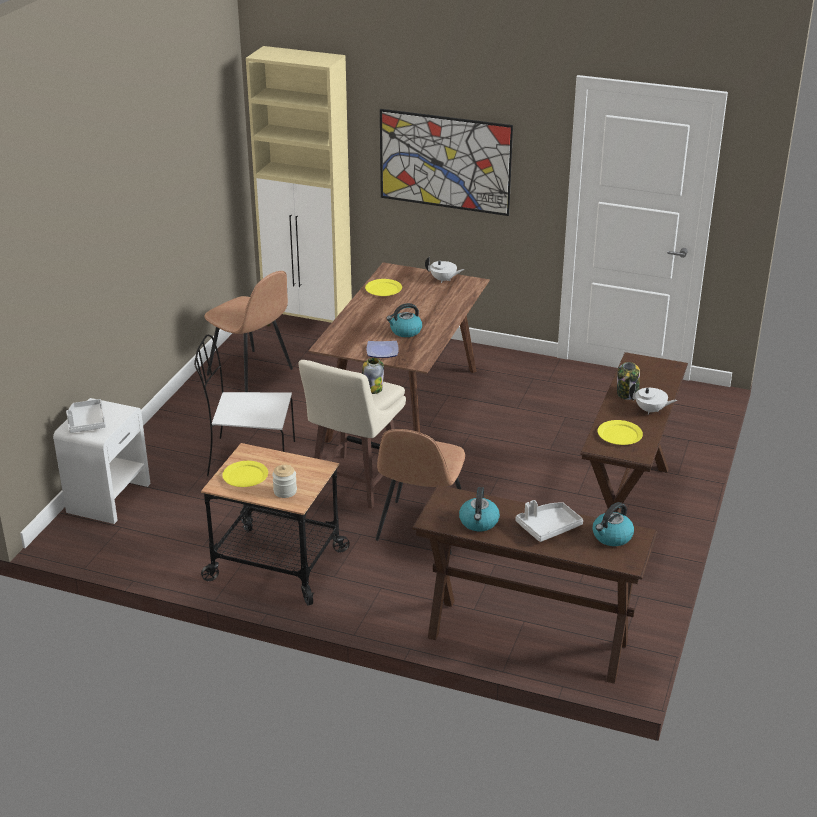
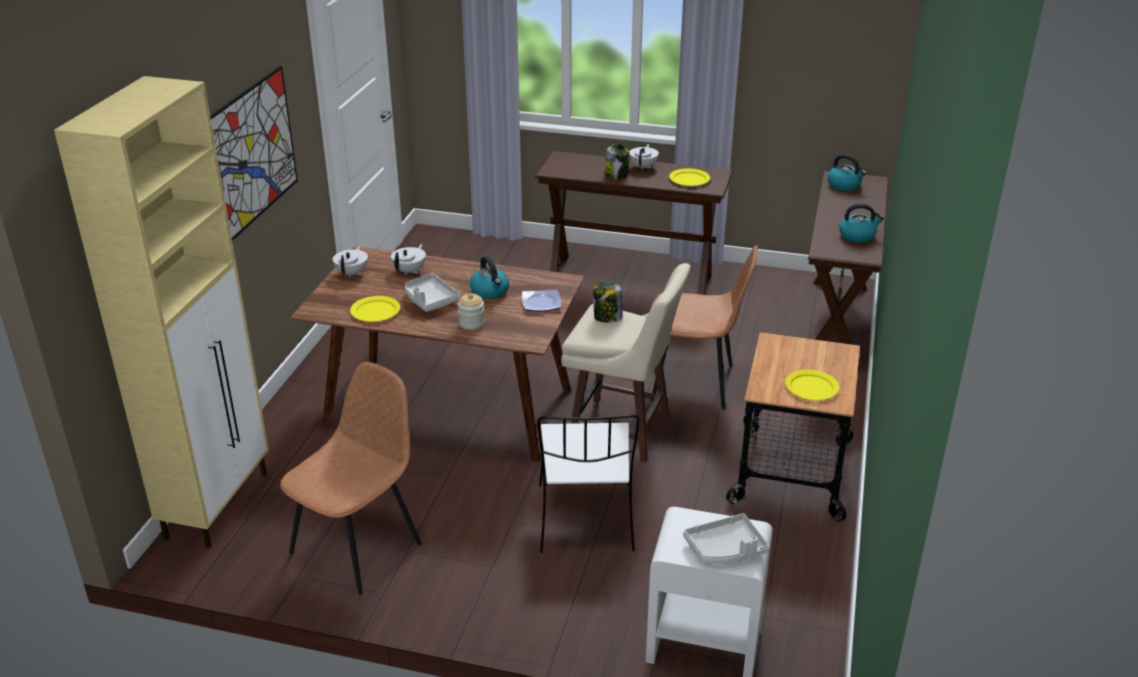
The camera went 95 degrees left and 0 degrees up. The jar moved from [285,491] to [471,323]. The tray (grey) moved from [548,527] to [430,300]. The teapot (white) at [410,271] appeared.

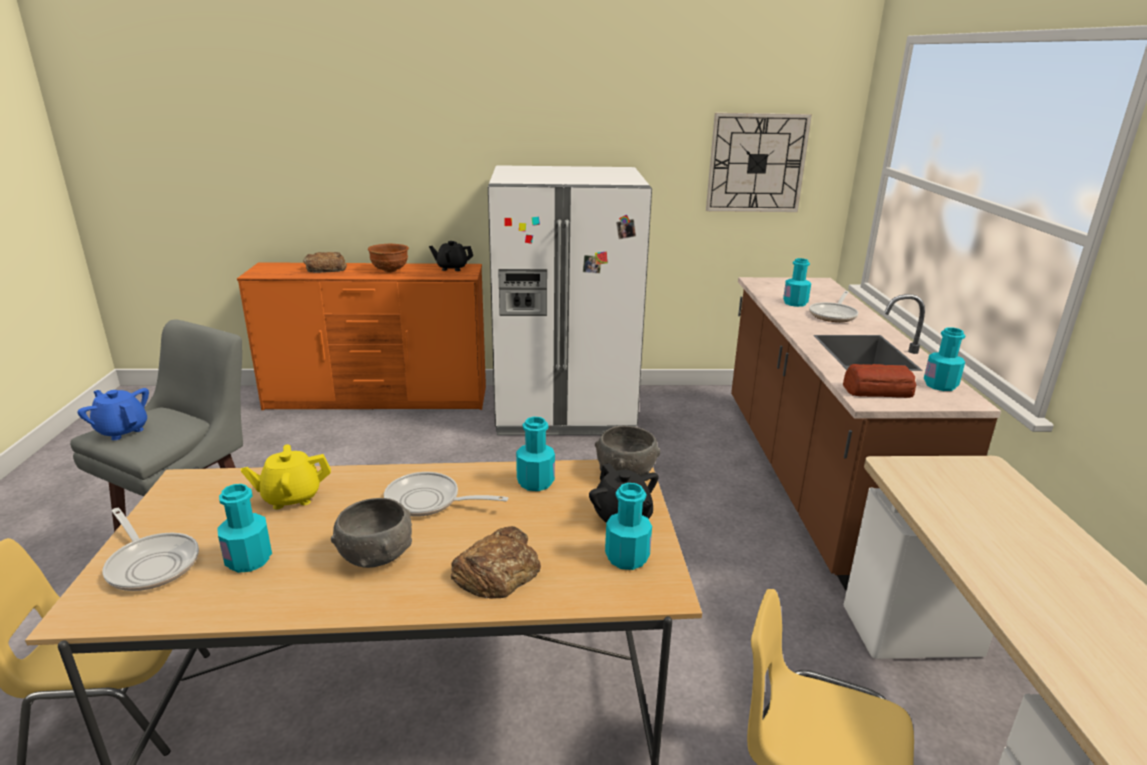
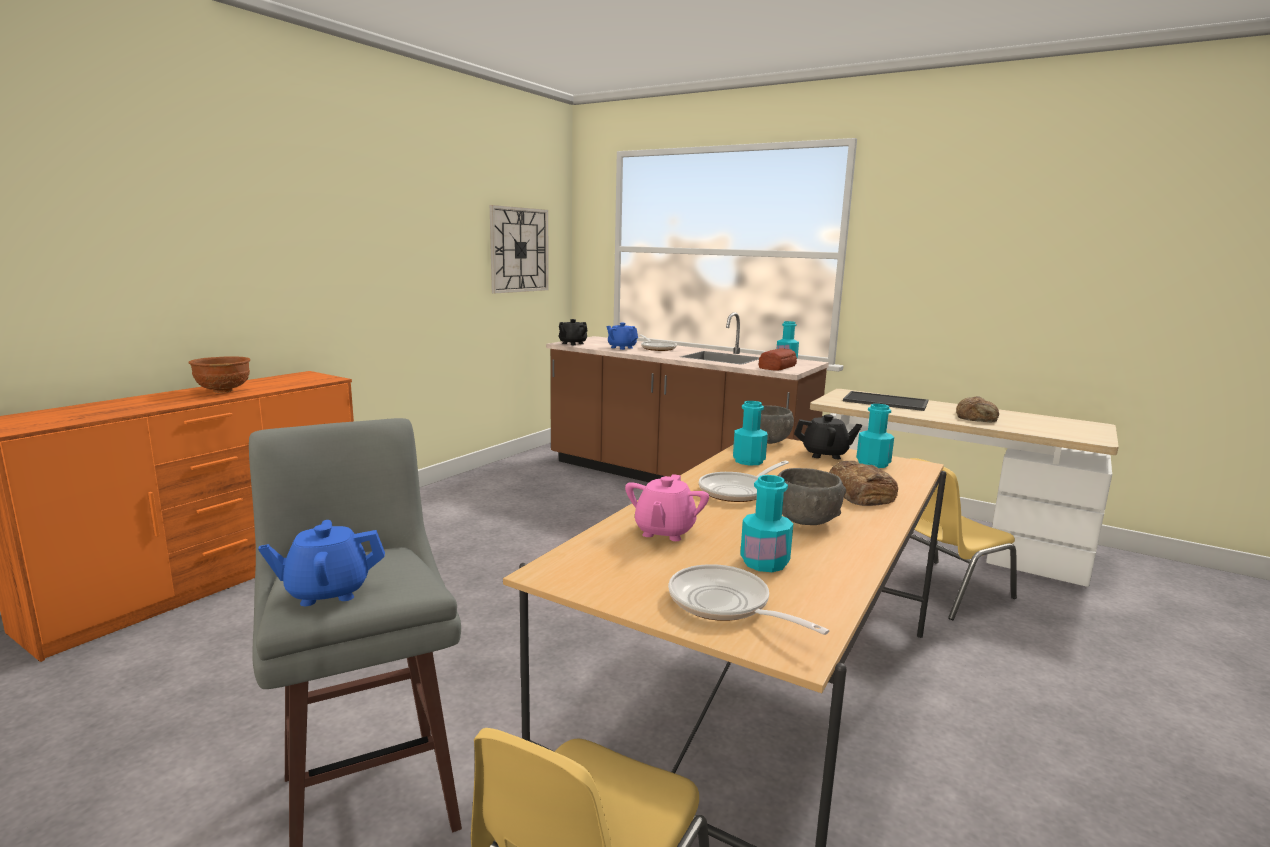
The camera went 55 degrees left and 10 degrees down. The frying pan at [151,563] turned 120 degrees counterclockwise. The teapot (yellow) at [291,497] became the teapot (pink) at [664,531]. The bread moved from [325,268] to [977,417]. The teapot (black) moved from [452,268] to [572,343]. The fridge (white) at [564,411] disappeared. The bottle (turquoise) at [795,303] was replaced by the teapot (blue) at [621,347]. The tray at [884,401] appeared.

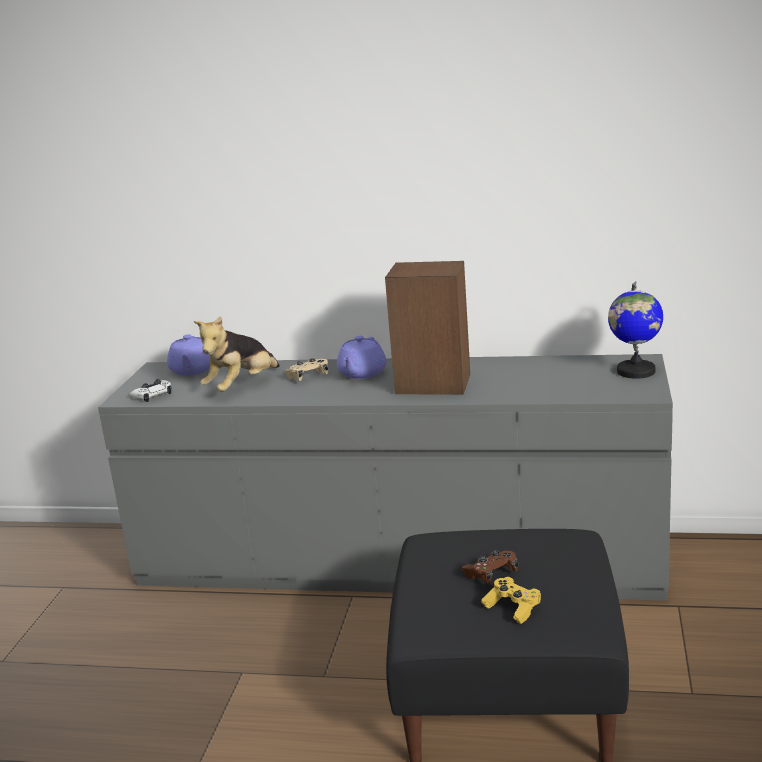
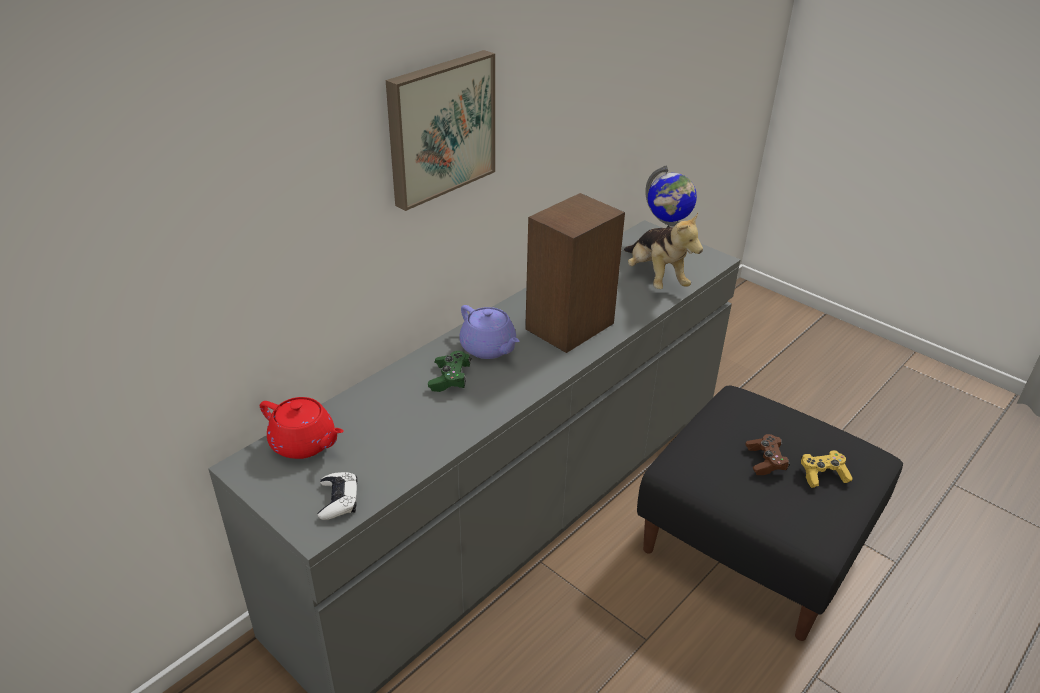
The camera went 60 degrees left and 15 degrees up. The teapot (purple) at [192,371] became the teapot (red) at [304,444]. The plush toy moved from [242,386] to [655,278]. The game controller (beige) at [308,377] became the game controller (green) at [450,379]. The picture at [439,127] appeared.

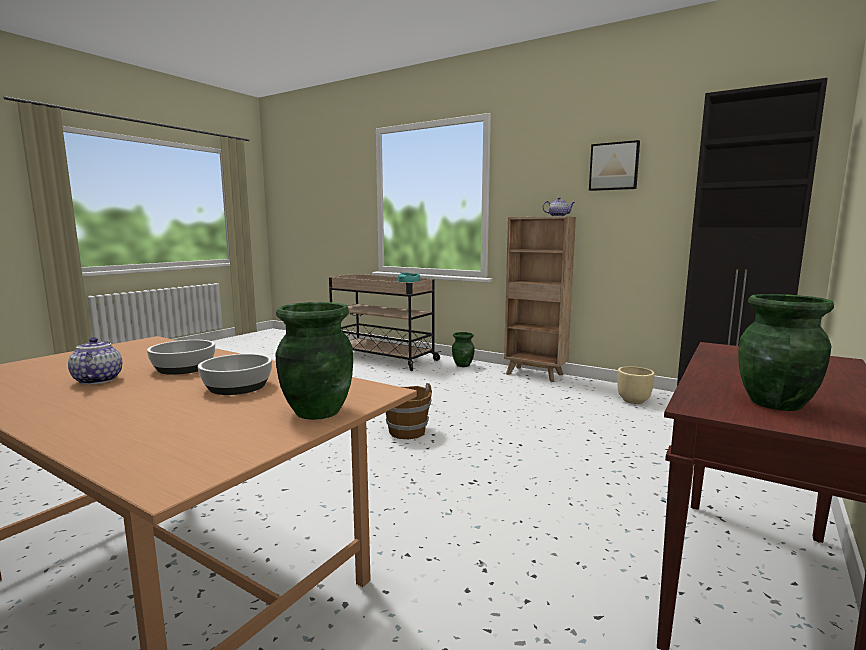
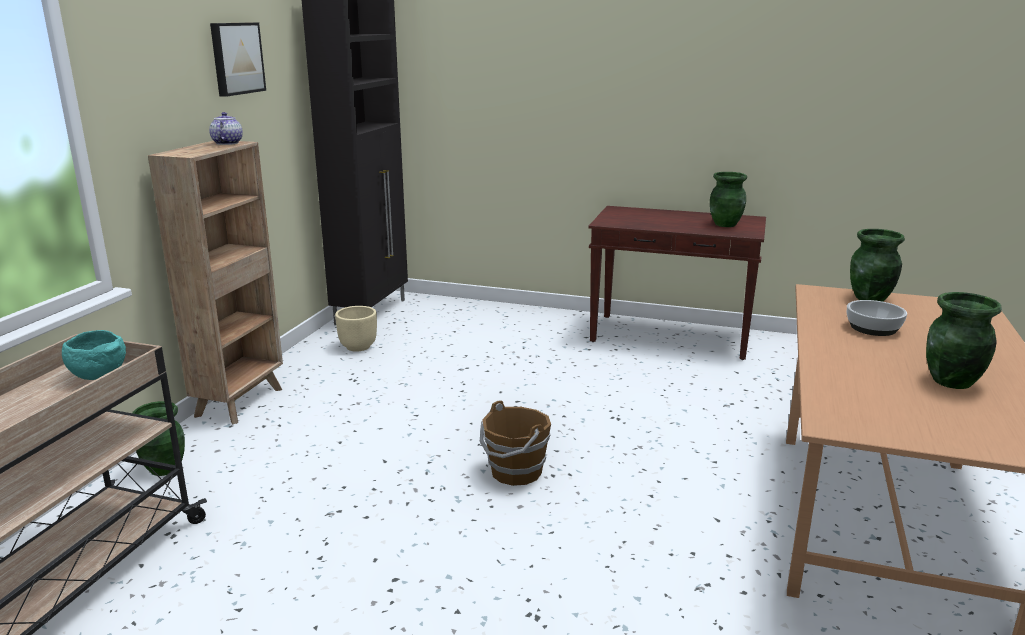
The camera went 105 degrees left and 10 degrees up. The teapot at [97,380] was replaced by the vase (green) at [952,382]. The bowl at [184,367] disappeared.

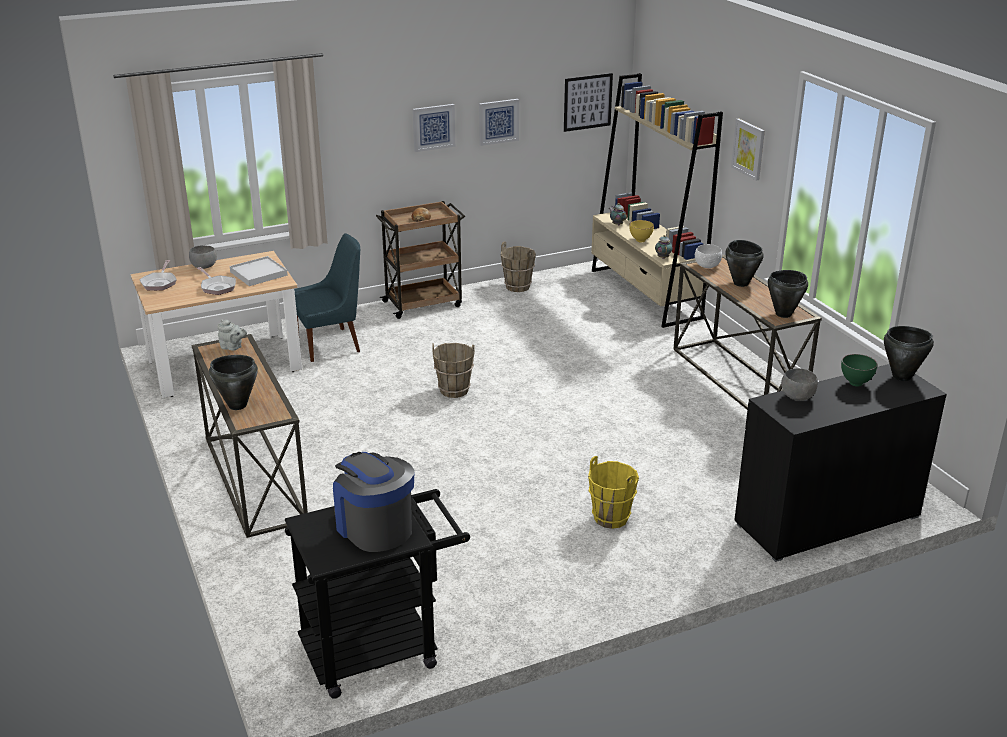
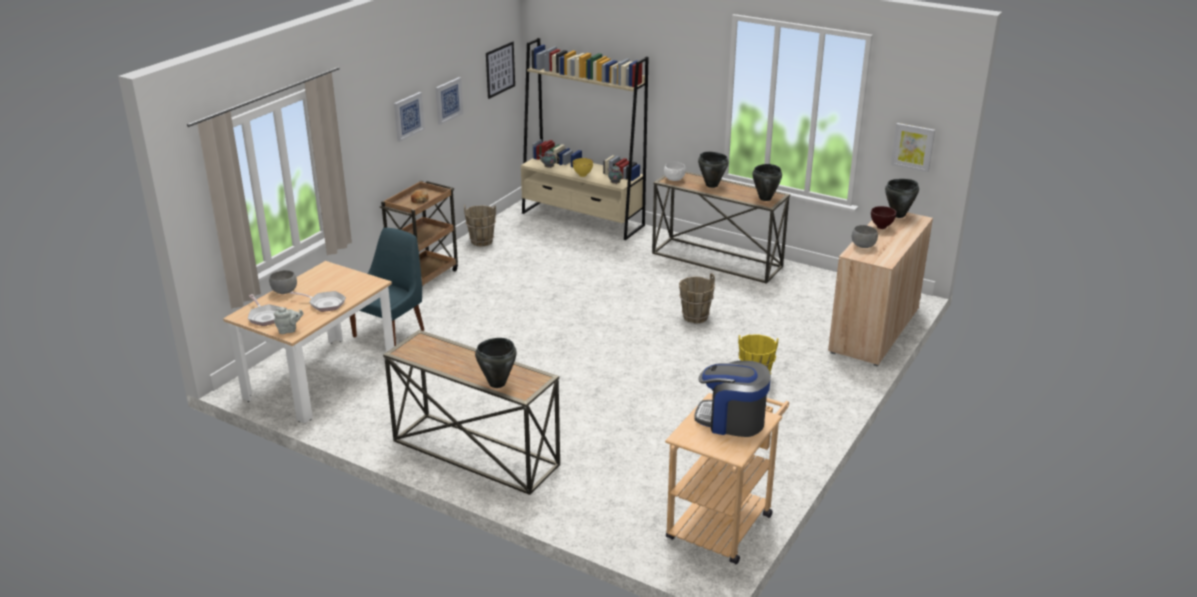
The camera went 35 degrees left and 0 degrees up. The teapot (grey) moved from [232,347] to [289,330]. The tray (white) at [258,274] disappeared. The cart (black) at [381,648] became the cart (beige) at [723,520]. The bucket (brown) moved from [454,390] to [695,317]. The picture moved from [749,149] to [913,147]. The cabinet (black) at [826,520] became the cabinet (beige) at [874,330]. The bowl (green) at [855,384] became the bowl (brown) at [881,227].

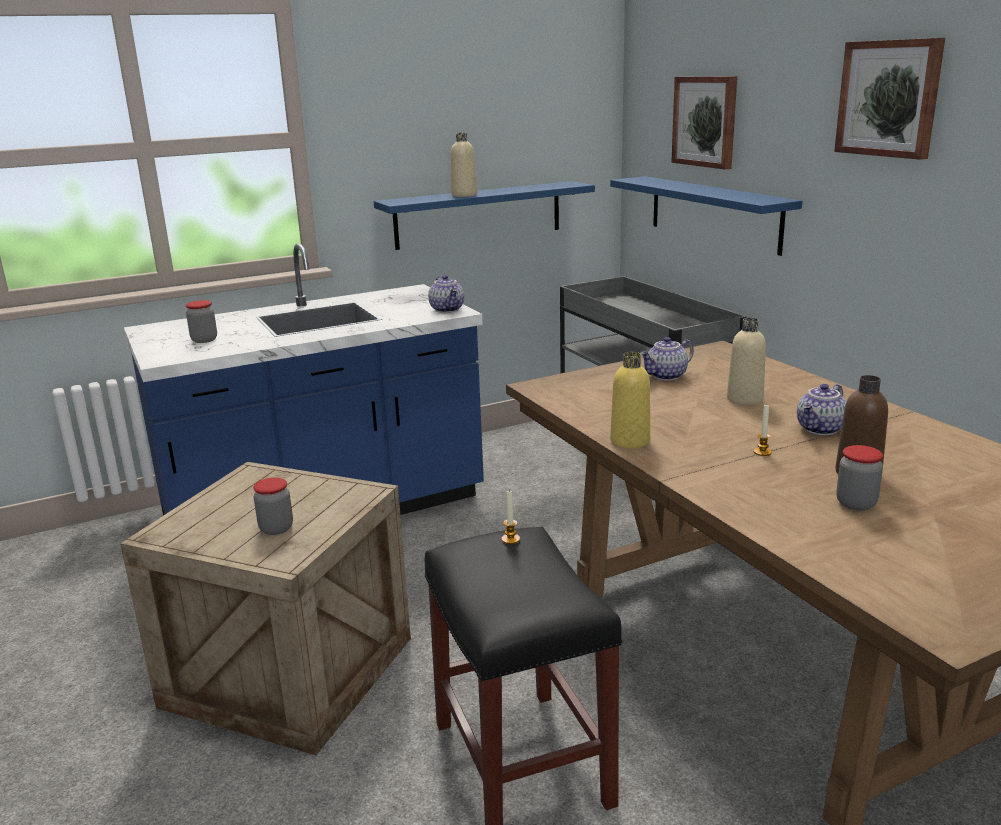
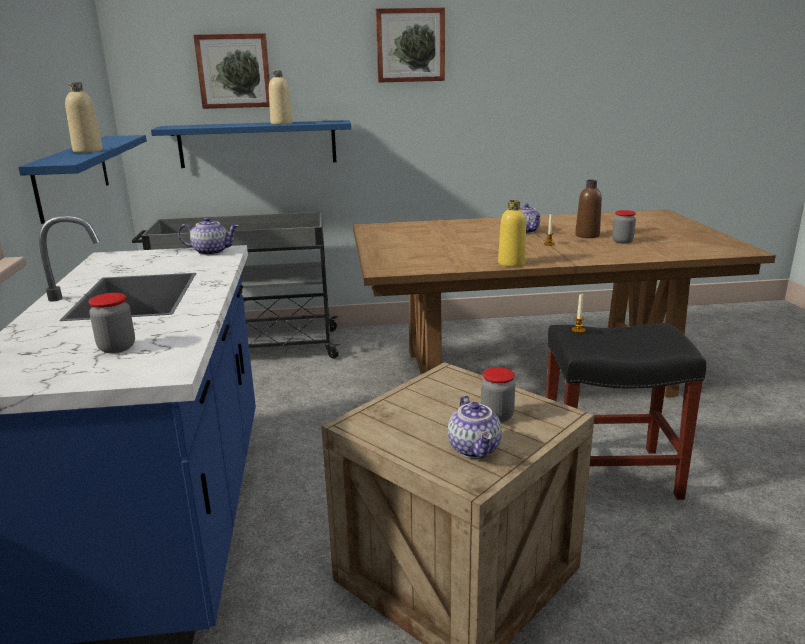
The camera went 70 degrees left and 0 degrees up. The teapot moved from [666,376] to [475,449]. The bottle (beige) moved from [744,399] to [281,123].

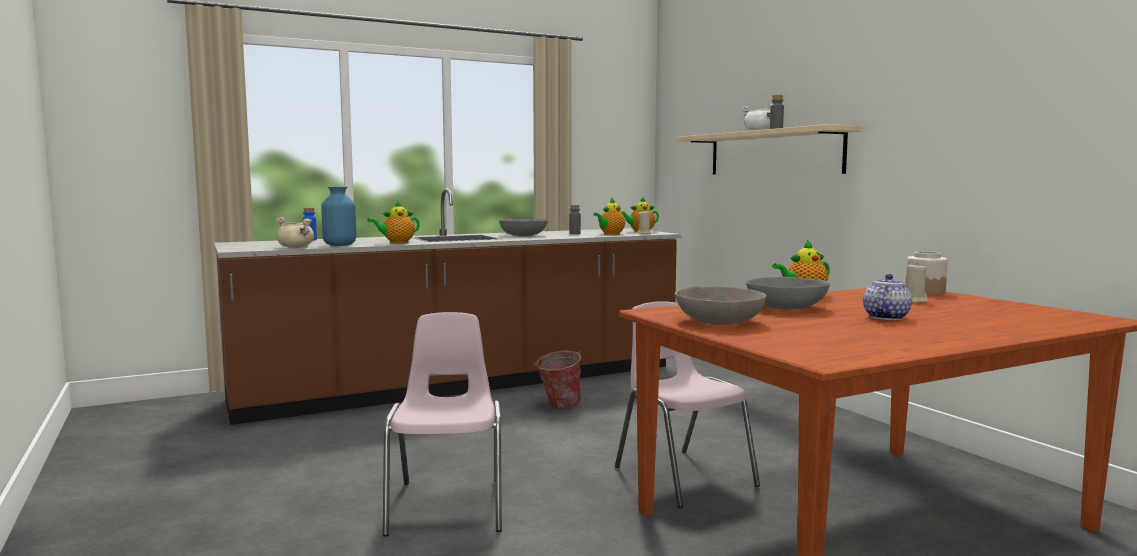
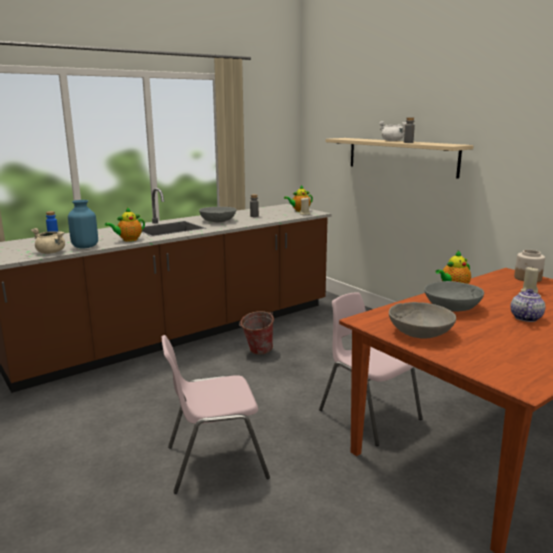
The camera went 10 degrees left and 10 degrees up. The chair (pink) at [448,505] turned 90 degrees counterclockwise. The teapot at [610,234] disappeared.

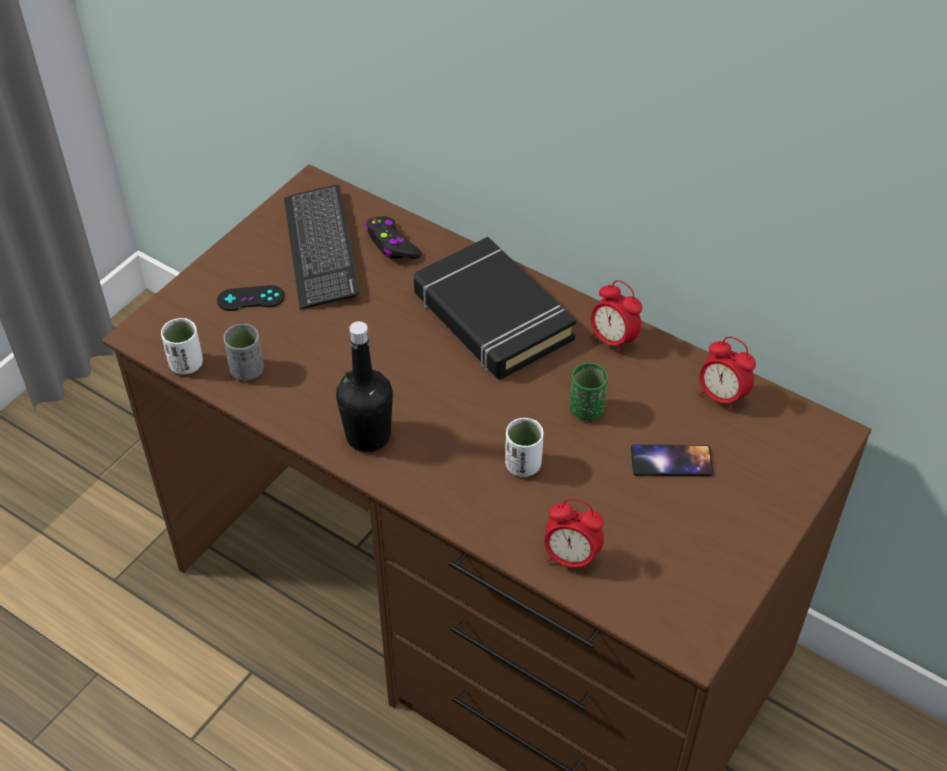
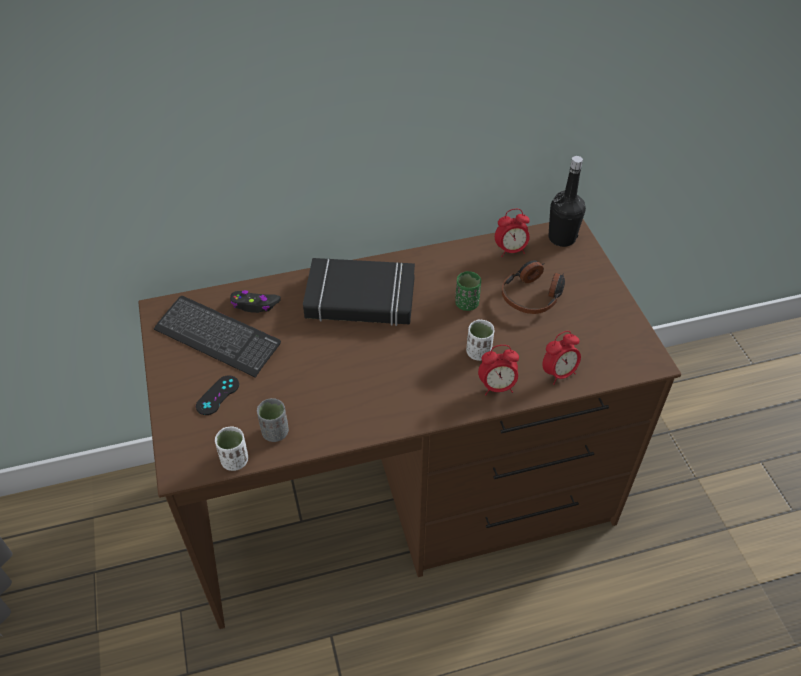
The camera went 50 degrees left and 0 degrees up. The bottle (black) moved from [368,436] to [562,238]. The alarm clock moved from [612,340] to [497,387]. The phone at [671,461] was replaced by the headphones at [533,295].

